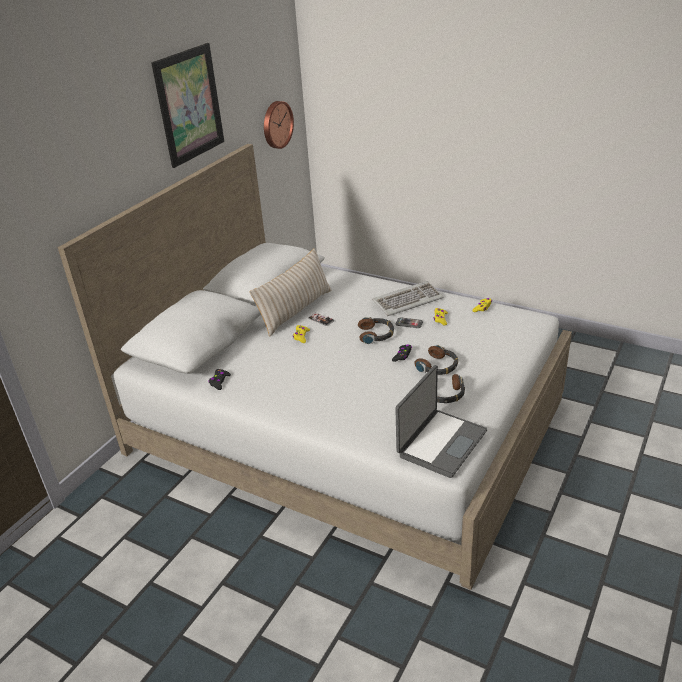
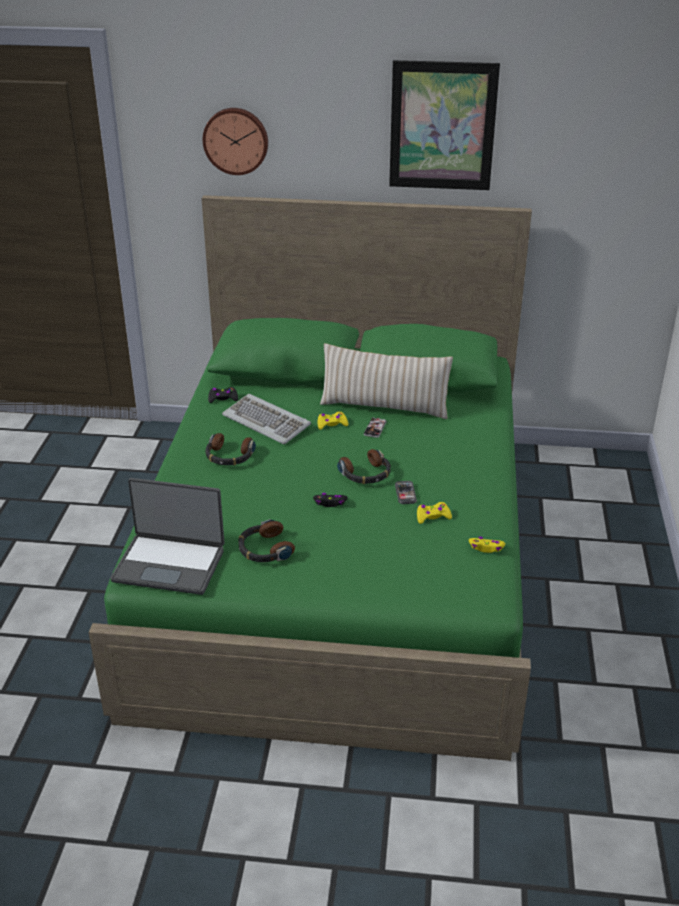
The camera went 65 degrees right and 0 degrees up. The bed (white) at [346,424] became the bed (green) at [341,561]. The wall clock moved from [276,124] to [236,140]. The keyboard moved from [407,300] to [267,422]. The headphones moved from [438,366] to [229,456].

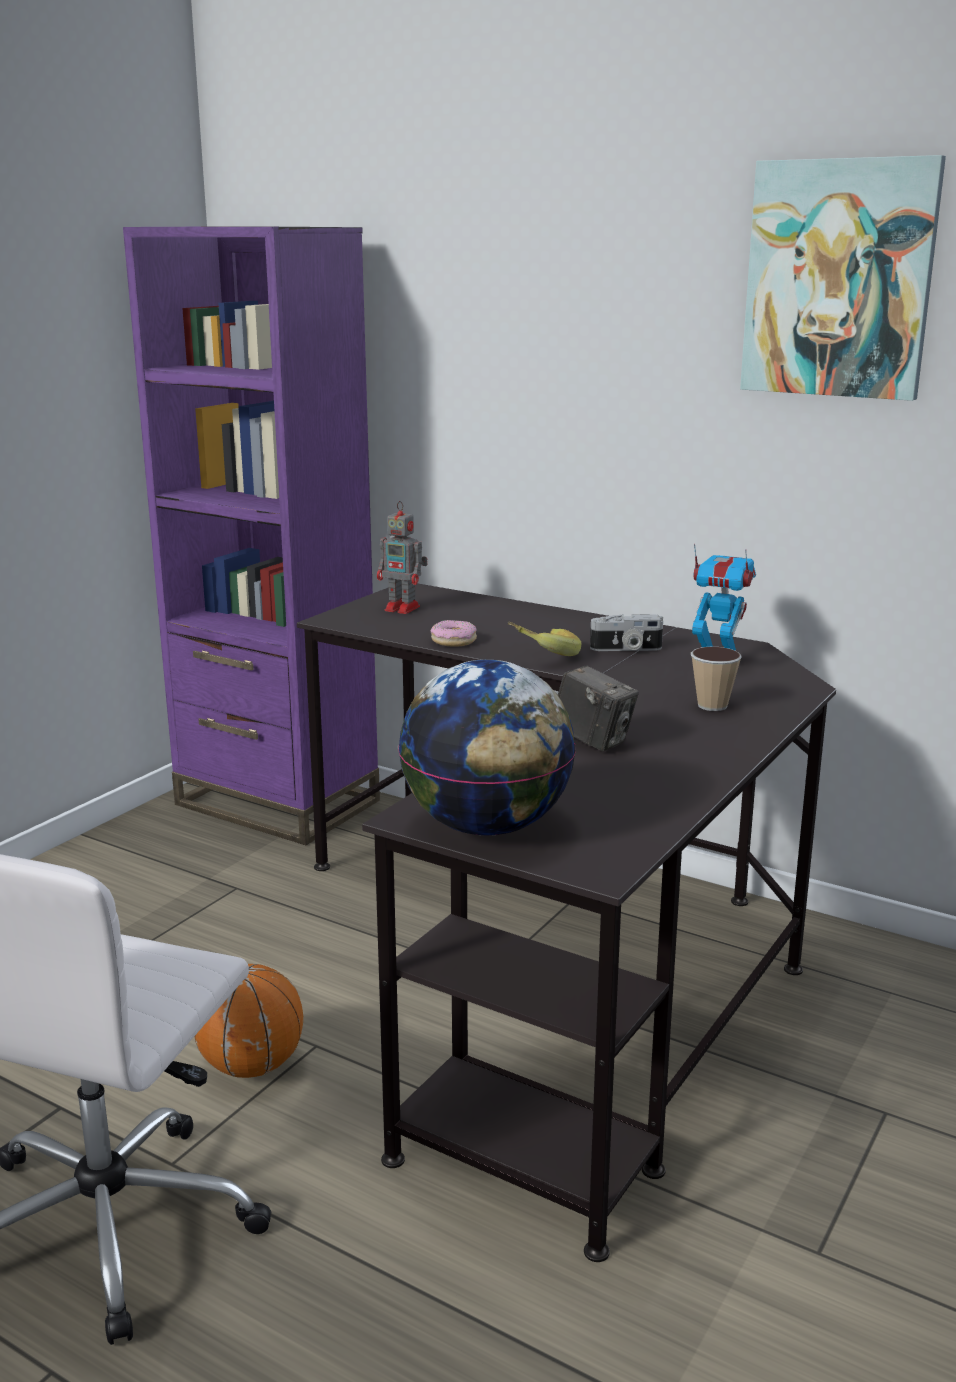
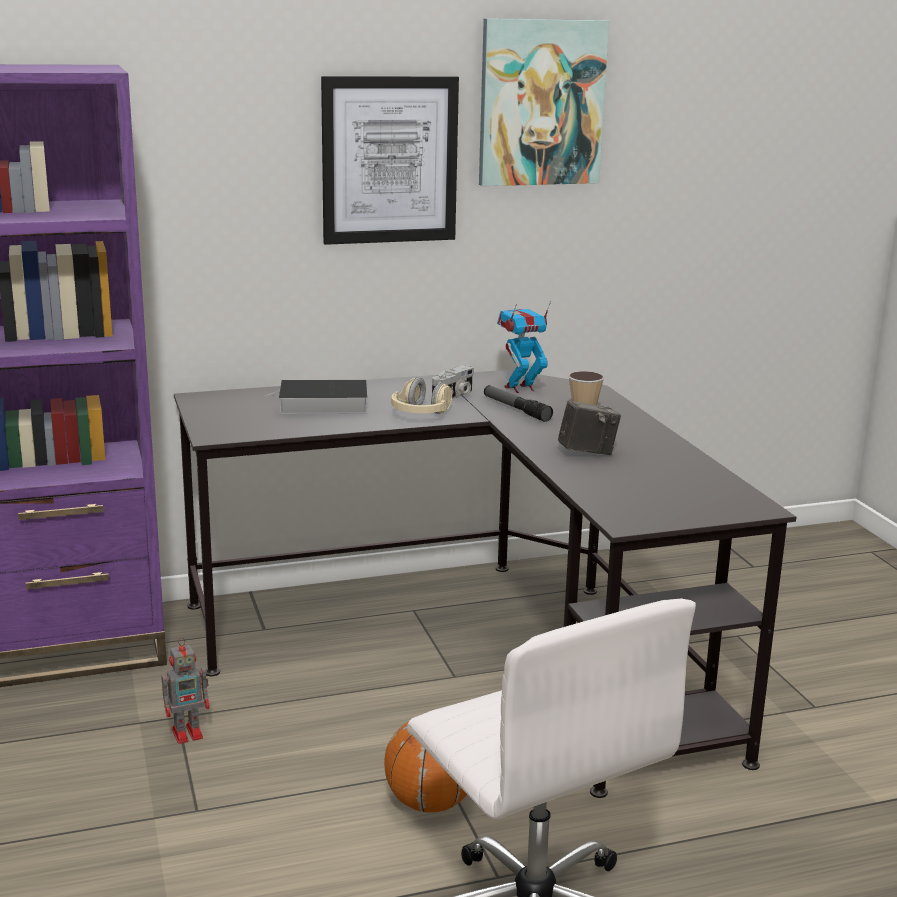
The camera went 50 degrees left and 0 degrees up. The toy robot moved from [404,609] to [189,733]. The globe at [486,827] disappeared. The donut at [454,641] disappeared. The banana at [541,655] was replaced by the headphones (beige) at [421,415]. The book at [320,404] appeared. The picture at [389,160] appeared. The flashlight at [516,409] appeared.

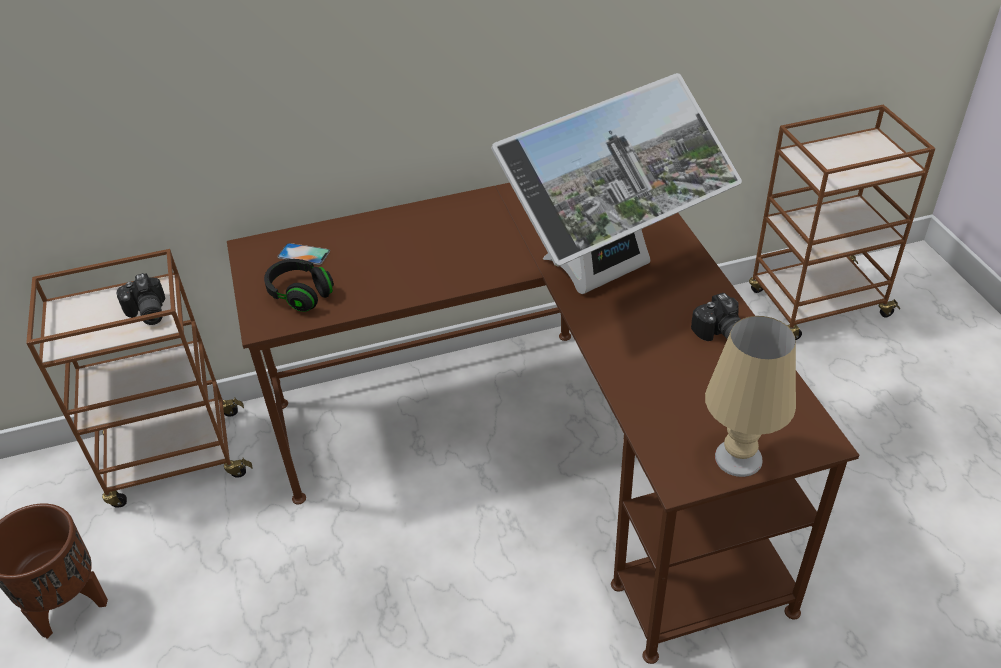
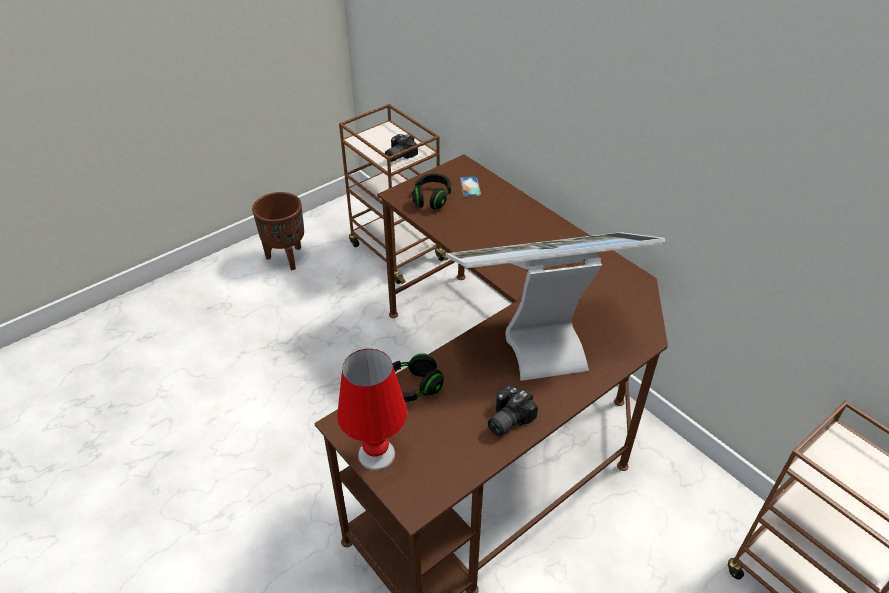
The camera went 65 degrees right and 0 degrees up. The monitor at [611,276] turned 135 degrees clockwise. The table lamp (beige) at [738,457] became the table lamp (red) at [377,454]. The headphones (black) at [411,388] appeared.

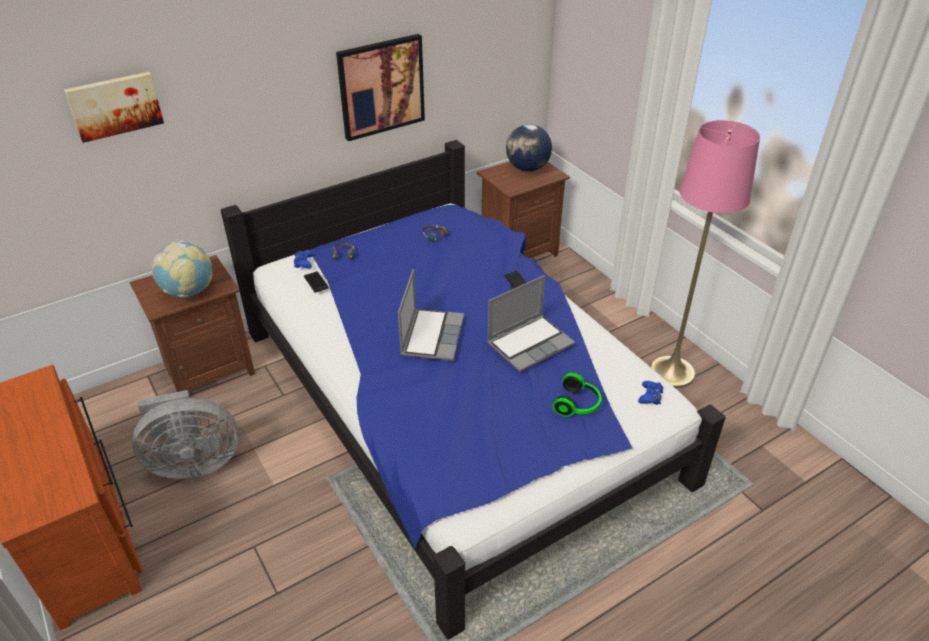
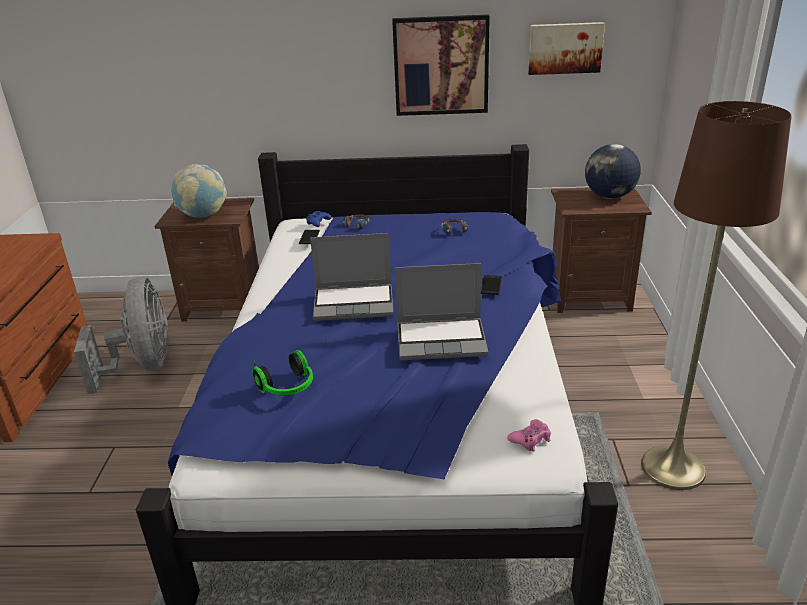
The camera went 35 degrees right and 10 degrees down. The picture moved from [115,105] to [565,48]. The fan (grey) at [193,462] turned 120 degrees counterclockwise. The laptop at [431,335] turned 45 degrees clockwise. The headphones moved from [578,405] to [288,388]. The game controller (blue) at [650,396] became the game controller (pink) at [530,439]. The floor lamp (pink) at [672,372] became the floor lamp (brown) at [673,468].

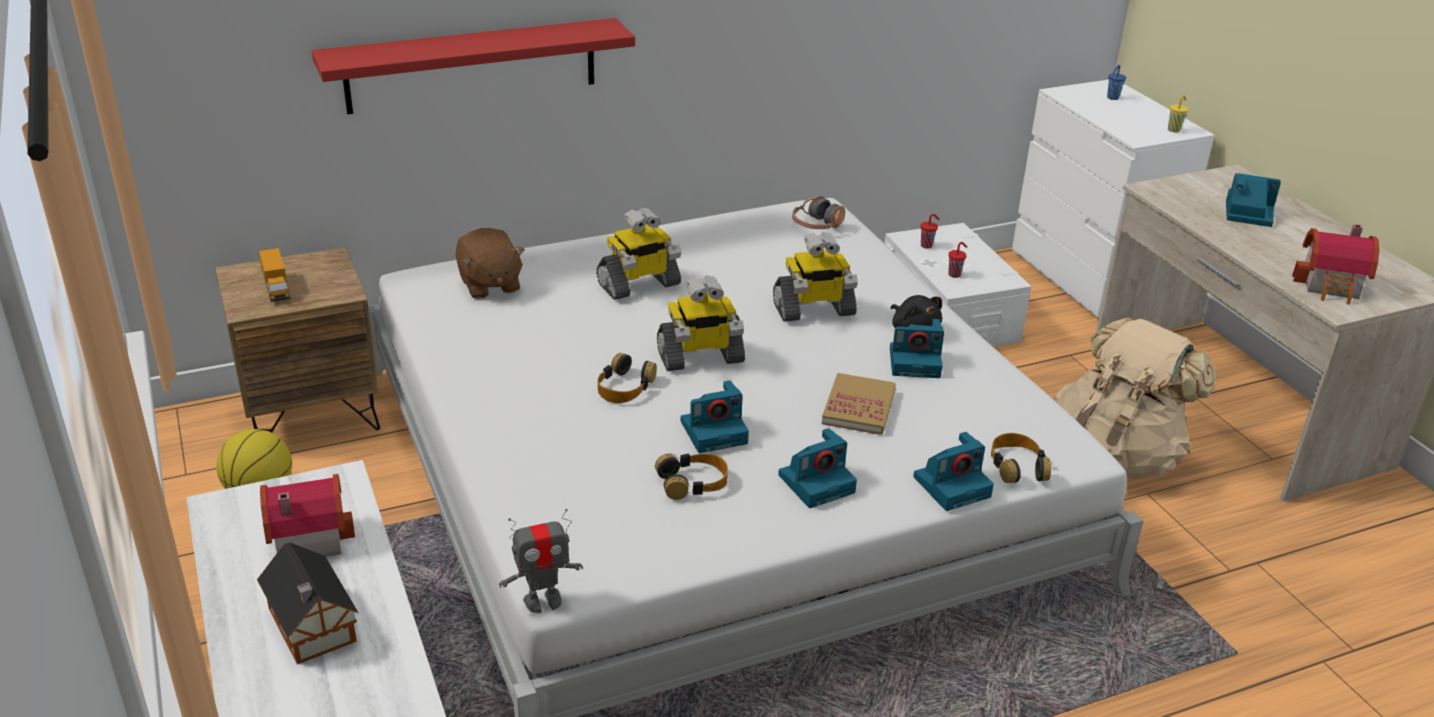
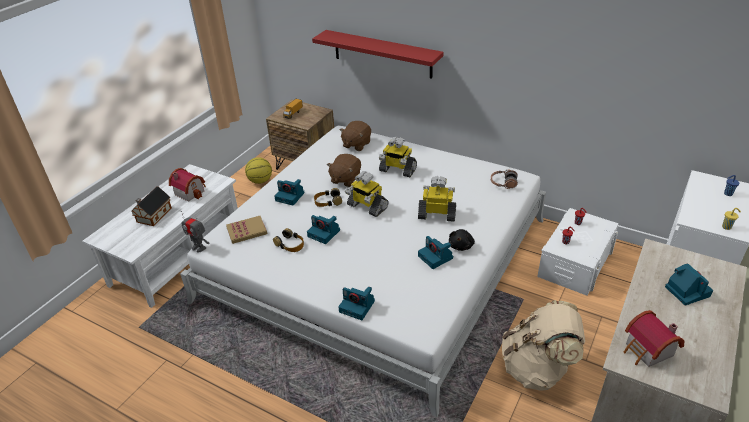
The camera went 55 degrees right and 5 degrees up. The toy robot at [813,310] turned 150 degrees clockwise. The photo camera moved from [817,483] to [290,196]. The book moved from [859,407] to [247,231]. The headphones at [1017,466] disappeared. The plush toy (brown) at [345,179] appeared.

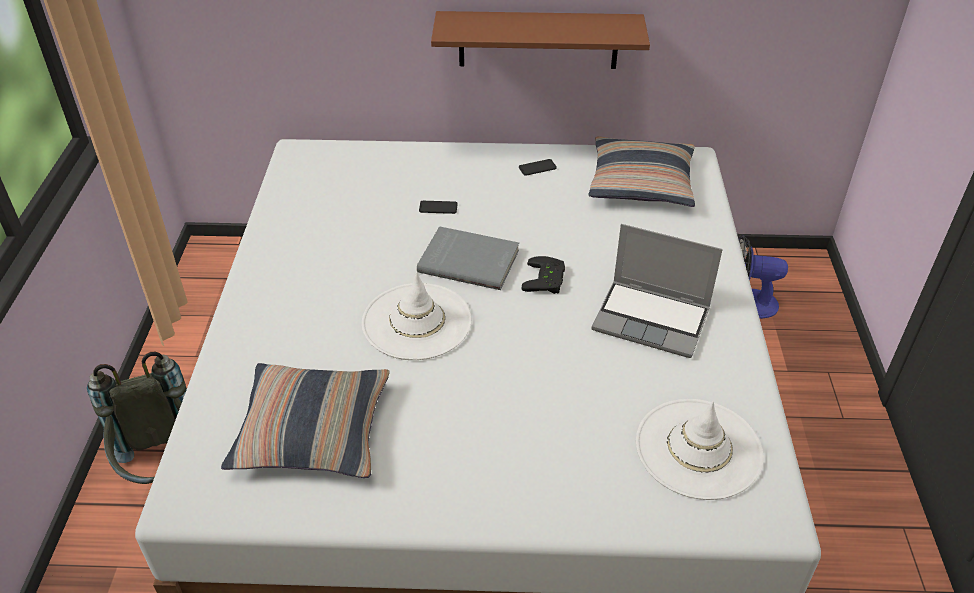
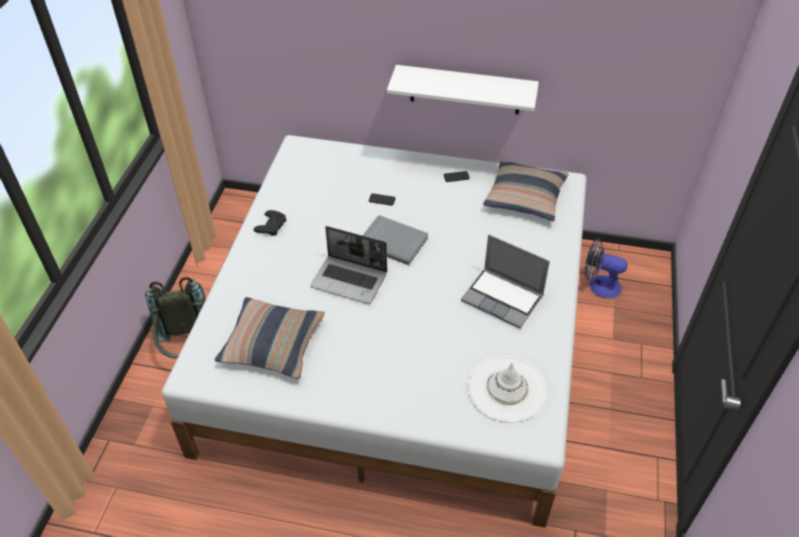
The camera went 10 degrees right and 5 degrees up. The hat (white) at [416,321] was replaced by the laptop at [350,280]. The shelf (brown) at [538,40] became the shelf (white) at [465,90]. The game controller (black) moved from [547,279] to [273,226].

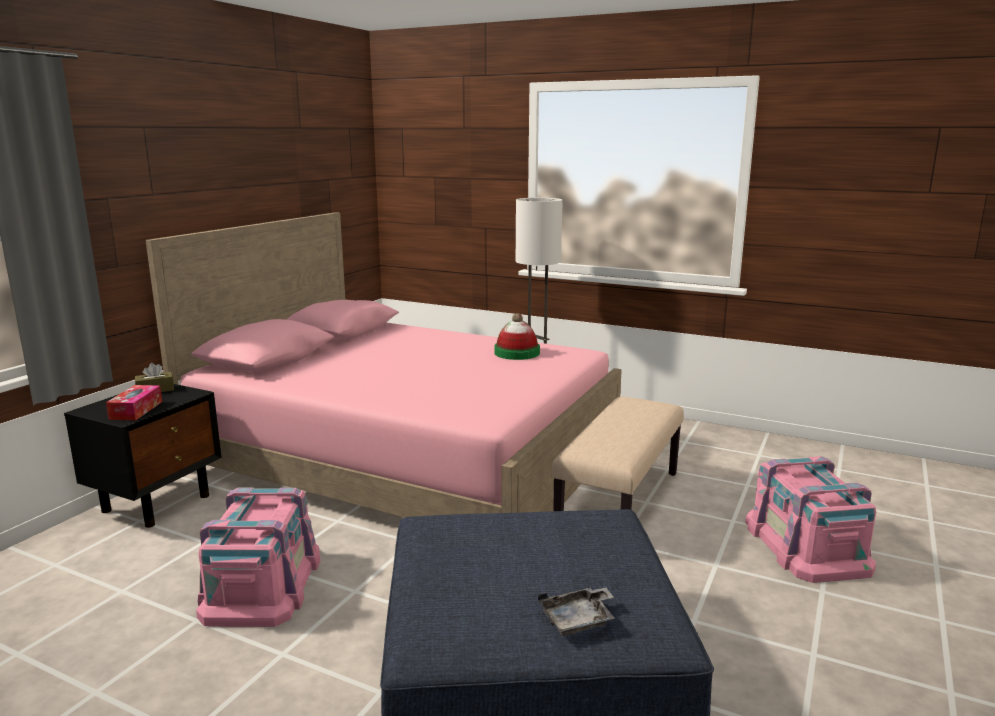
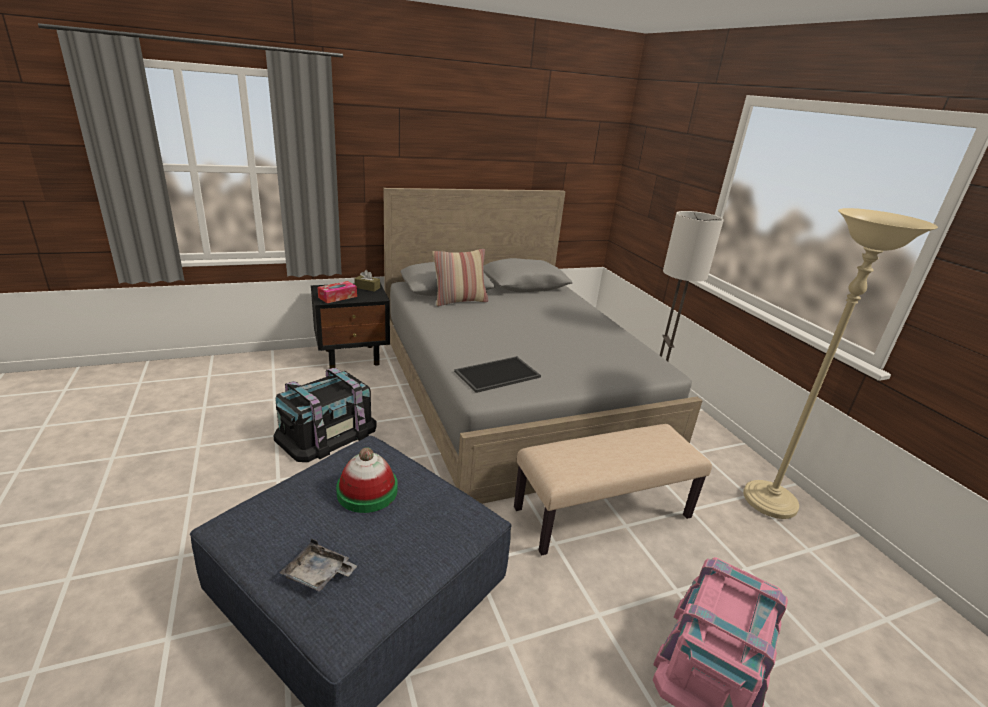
The camera went 40 degrees right and 10 degrees up. The bed (pink) at [408,455] became the bed (grey) at [513,393]. The storage box (pink) at [261,583] became the storage box (black) at [326,432]. The hat moved from [517,353] to [367,491]. The pillow at [459,301] appeared. The tray at [497,375] appeared. The floor lamp (beige) at [769,502] appeared.

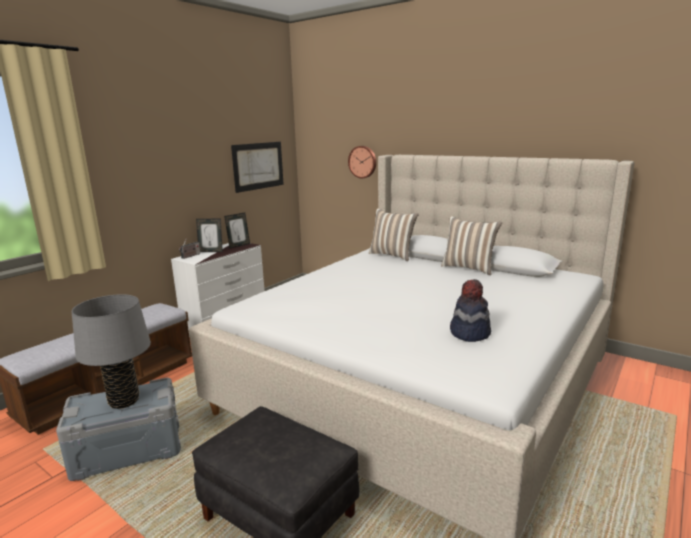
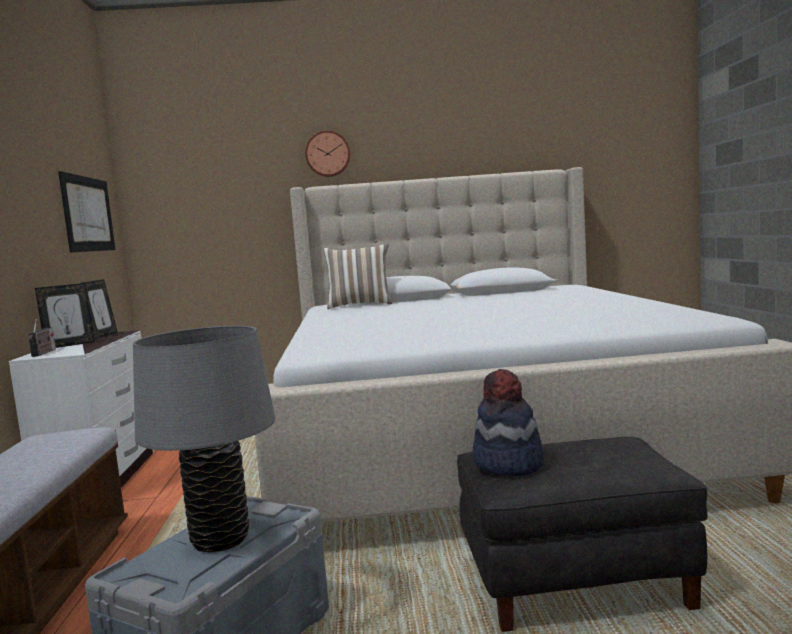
The camera went 40 degrees left and 10 degrees down. The wall clock moved from [363,162] to [327,154]. The pillow at [469,268] disappeared. The hat moved from [469,333] to [507,464].

